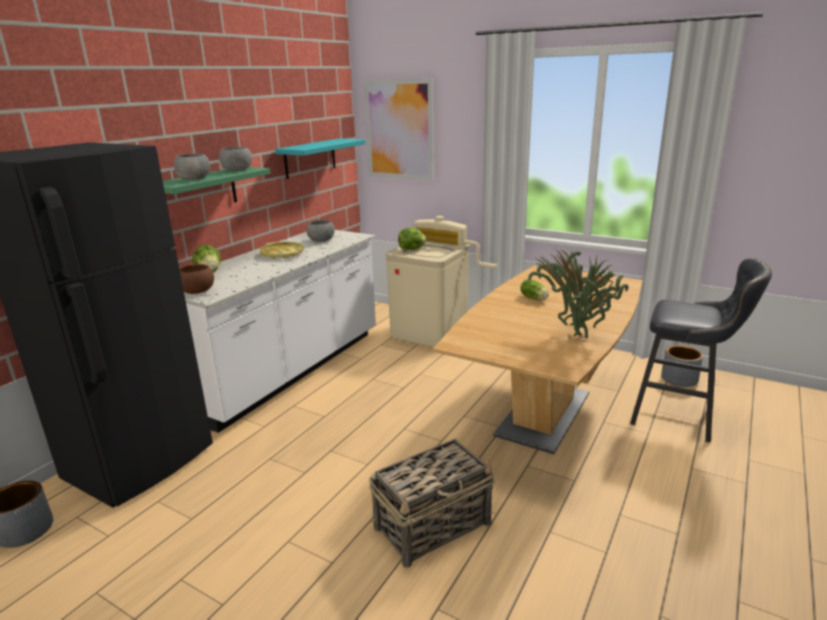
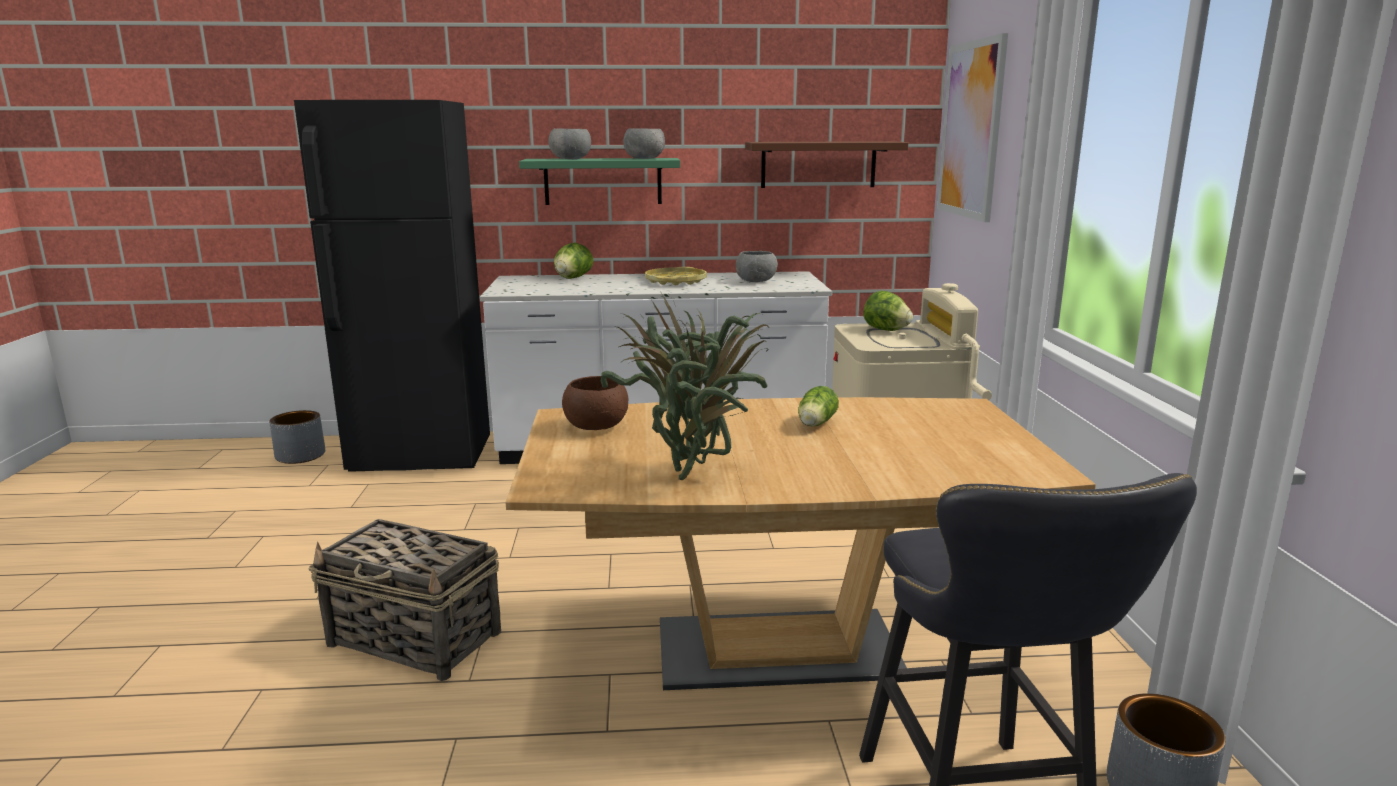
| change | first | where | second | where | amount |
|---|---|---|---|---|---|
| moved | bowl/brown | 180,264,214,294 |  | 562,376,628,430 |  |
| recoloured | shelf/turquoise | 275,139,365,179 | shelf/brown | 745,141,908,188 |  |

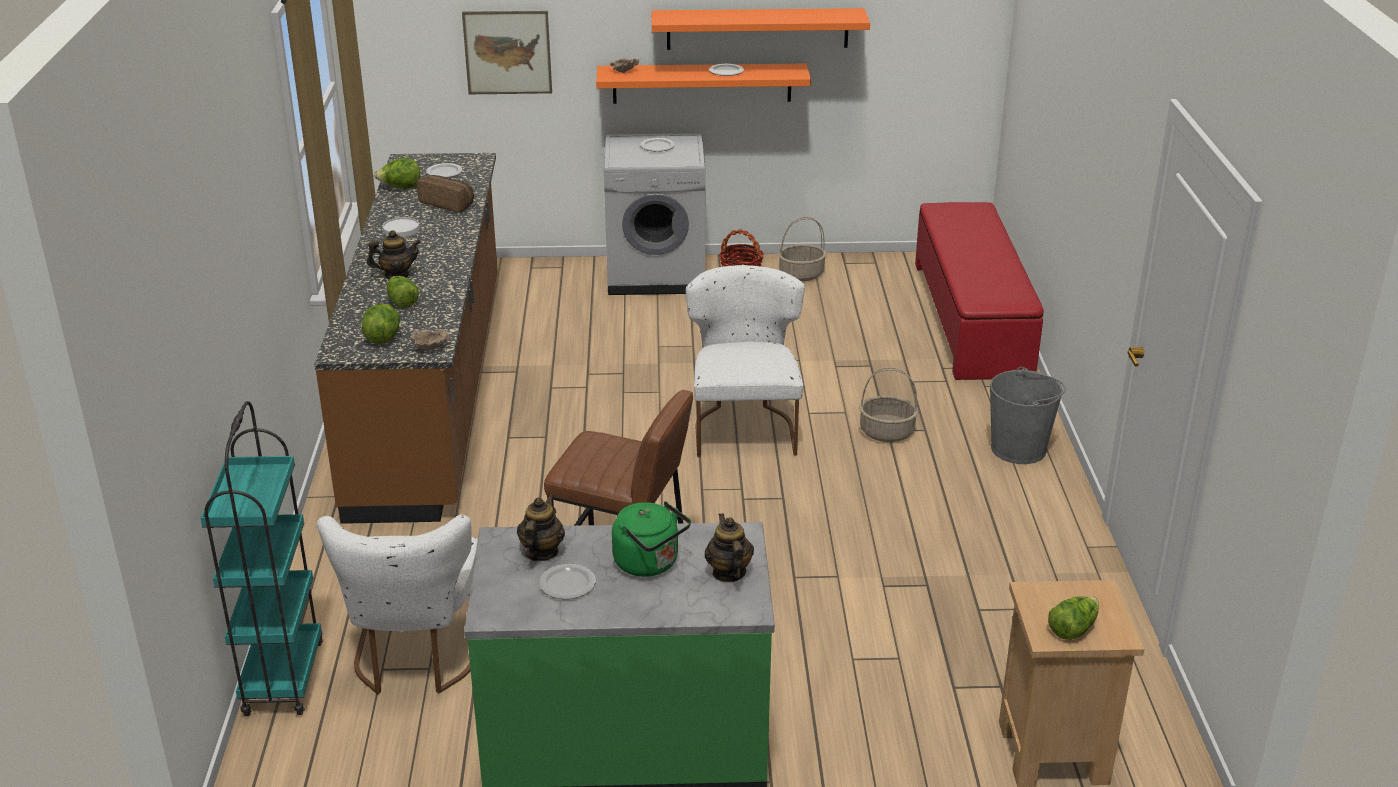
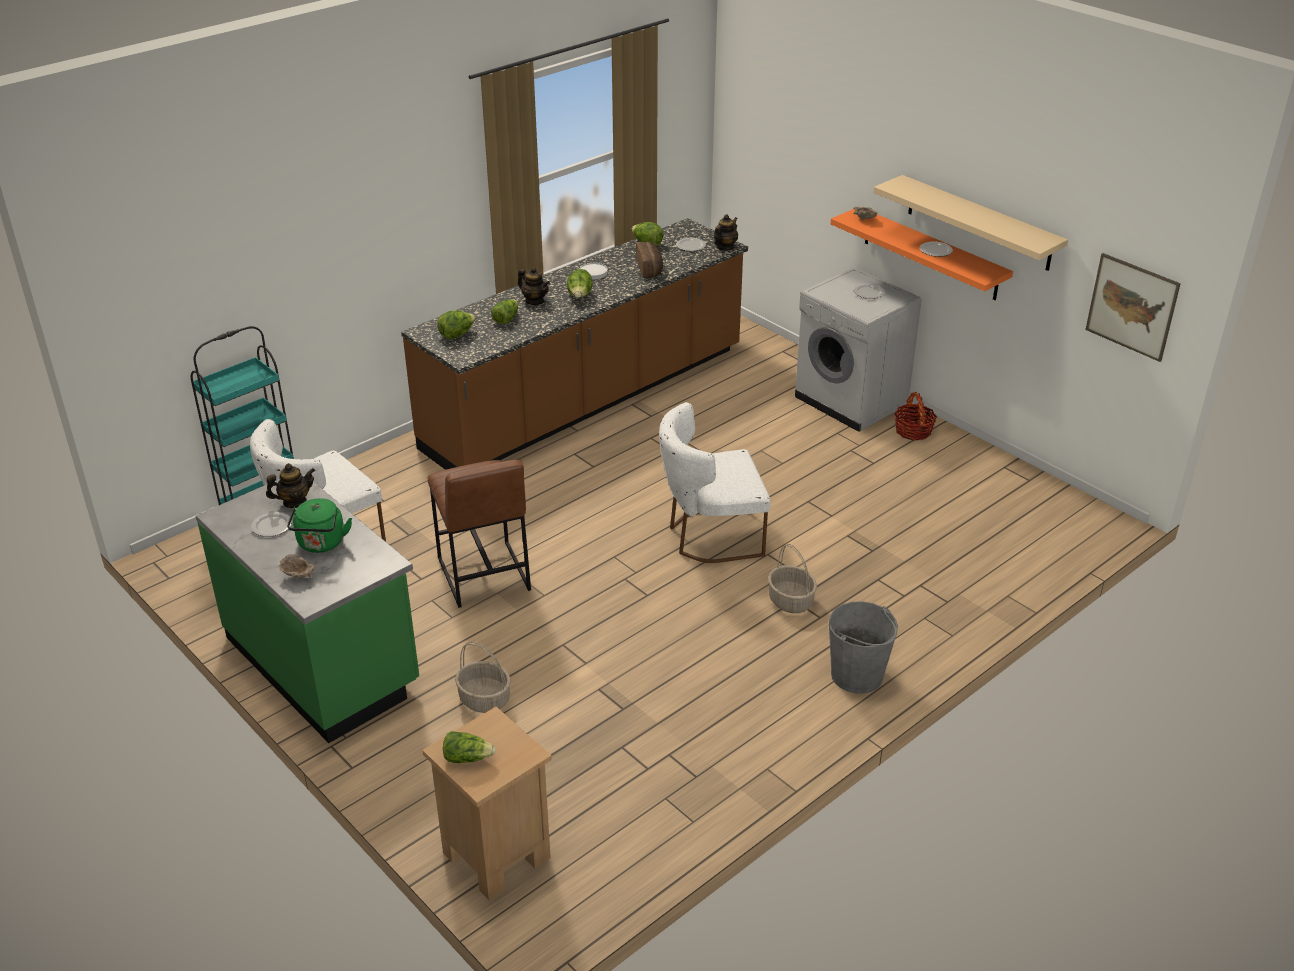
| change | first | where | second | where | amount |
|---|---|---|---|---|---|
| moved | bowl/beige | 410,329,450,350 |  | 279,554,315,579 |  |
| moved | basket | 778,217,826,281 |  | 455,642,511,713 |  |
| added |  |  | lettuce | 567,269,592,298 |  |
| turned | chair/white | 686,265,805,457 |  | 659,402,770,563 | 150 degrees counterclockwise |
| moved | teapot | 705,513,754,583 |  | 714,214,738,251 |  |
| recoloured | shelf/orange | 652,8,870,50 | shelf/beige | 873,175,1068,271 |  |
| moved | picture | 462,11,552,94 |  | 1085,253,1181,362 |  |
| removed | bench/red | 915,202,1044,380 |  |  |  |

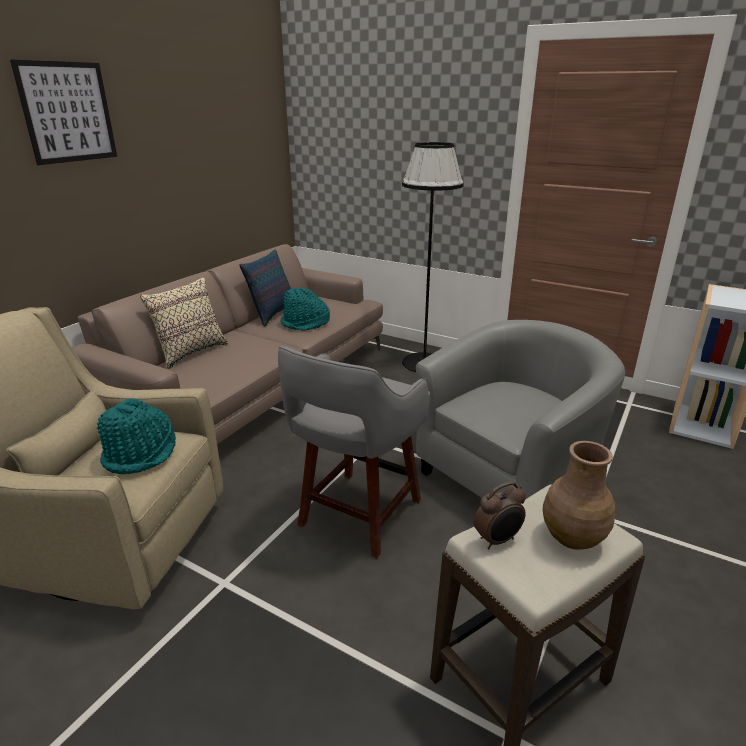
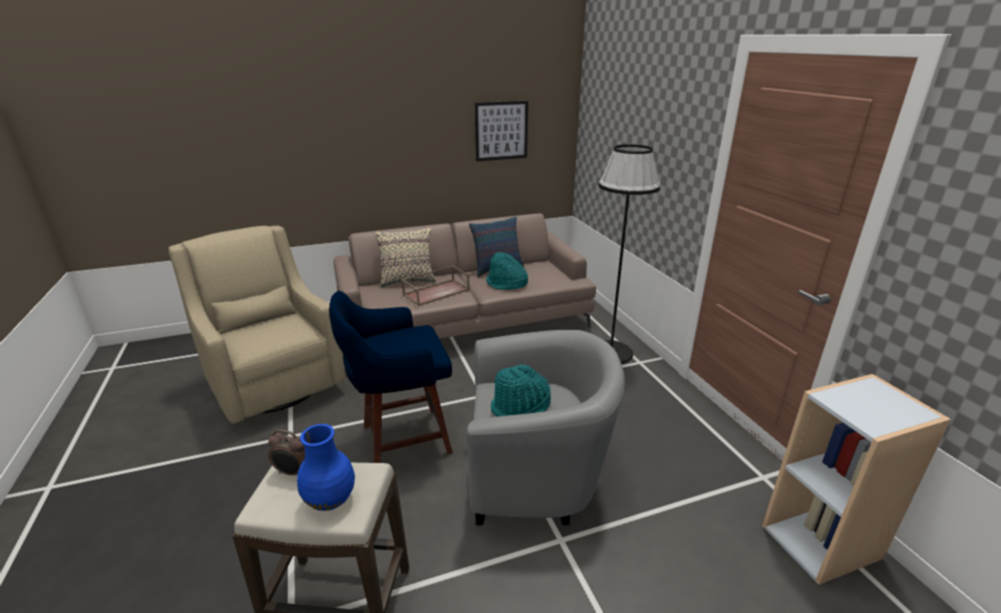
| change | first | where | second | where | amount |
|---|---|---|---|---|---|
| recoloured | vase/brown | 543,441,615,550 | vase/blue | 297,424,355,511 |  |
| recoloured | stool/grey | 278,346,430,558 | stool/blue | 329,291,453,463 |  |
| added |  |  | tray/brown | 401,265,470,306 |  |
| moved | picture | 10,60,117,165 |  | 475,101,528,161 |  |
| moved | hat/turquoise | 97,398,176,474 |  | 491,364,551,417 |  |

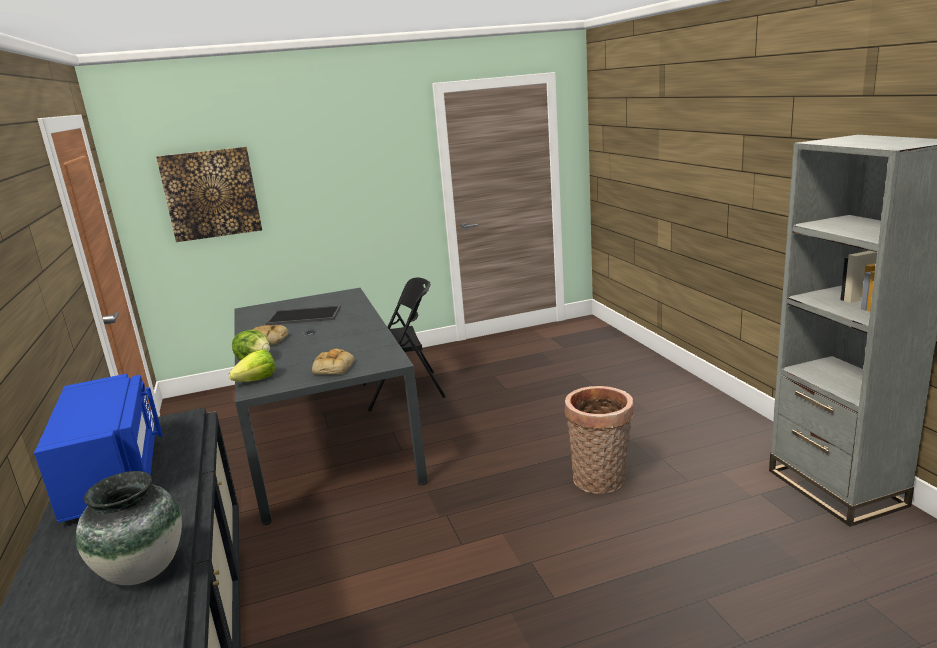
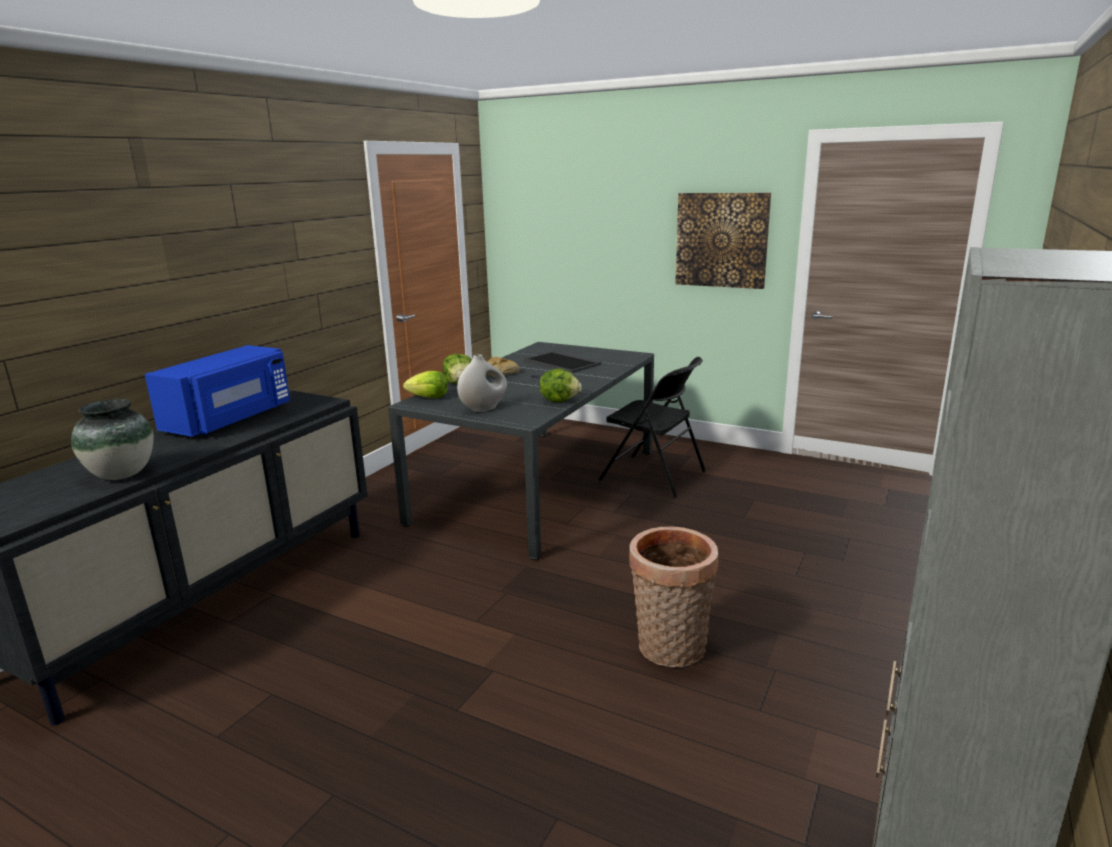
| change | first | where | second | where | amount |
|---|---|---|---|---|---|
| replaced | bread | 312,349,355,375 | vase/white | 457,355,507,412 |  |
| added |  |  | lettuce | 539,369,582,402 |  |
| moved | picture | 156,147,262,242 |  | 675,193,771,289 |  |

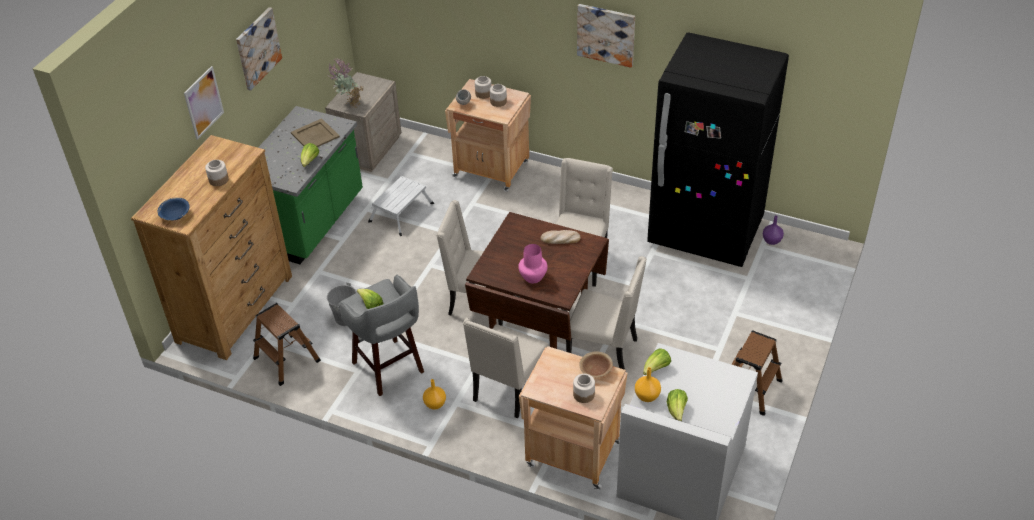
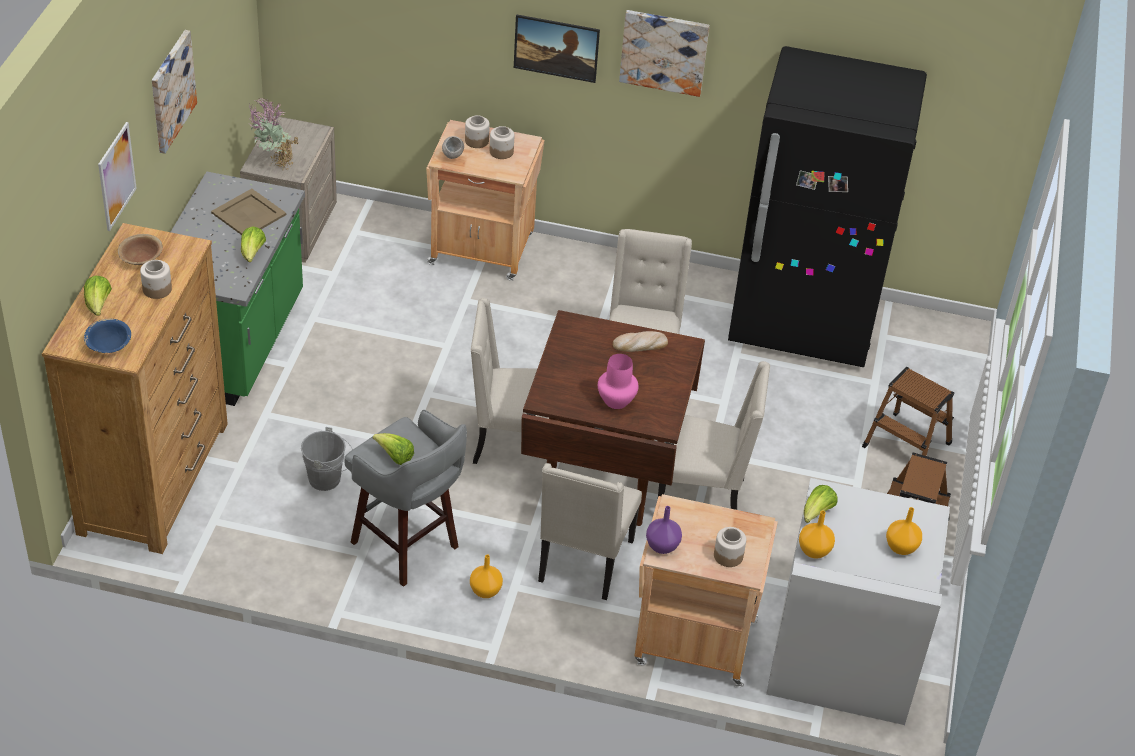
| change | first | where | second | where | amount |
|---|---|---|---|---|---|
| moved | lettuce | 667,389,688,421 |  | 84,276,112,316 |  |
| moved | bowl/brown | 580,351,613,378 |  | 118,234,163,265 |  |
| added |  |  | picture | 514,14,600,83 |  |
| moved | vase/purple | 763,216,784,245 |  | 646,506,682,554 |  |
| moved | step ladder/brown | 253,303,321,386 |  | 862,367,955,456 |  |
| added |  |  | vase/orange | 886,507,922,555 |  |
| removed | step ladder/white | 368,176,434,236 |  |  |  |

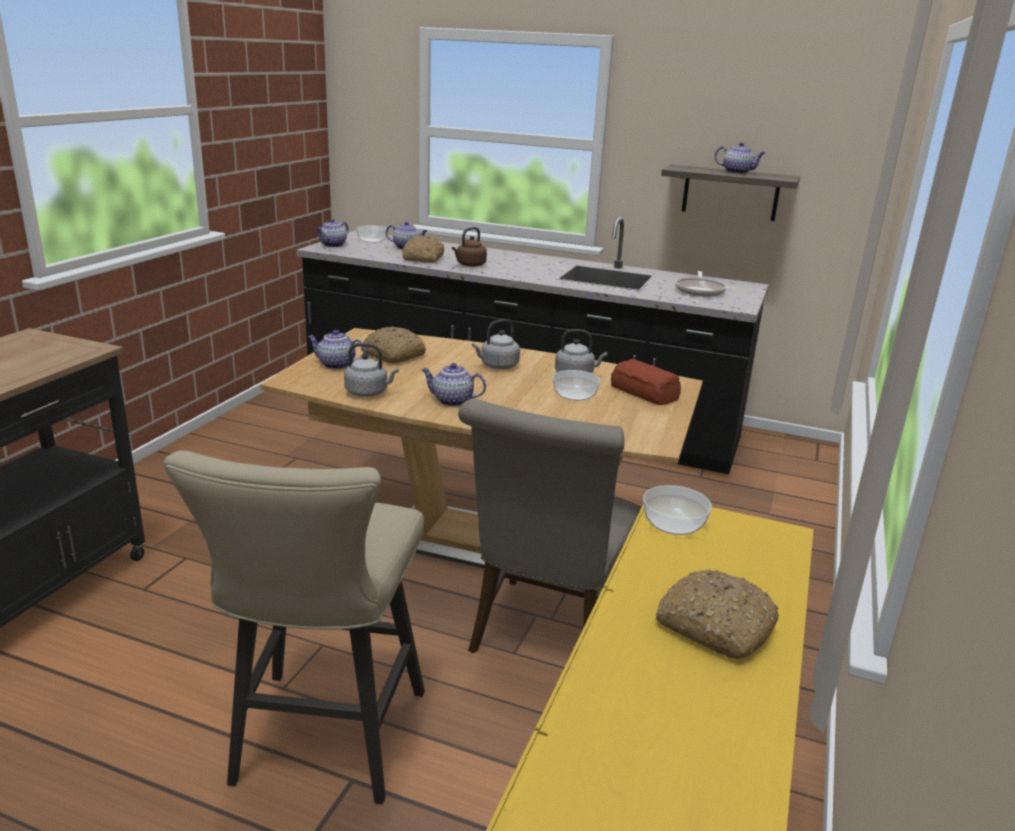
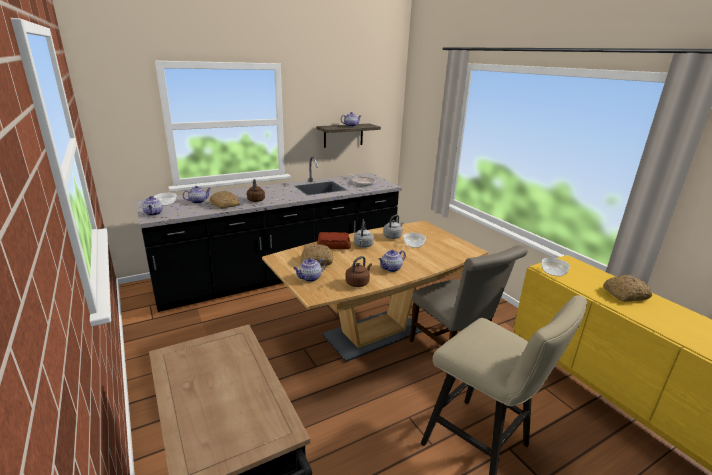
| change | first | where | second | where | amount |
|---|---|---|---|---|---|
| moved | bread | 611,359,681,405 |  | 317,232,351,249 |  |
| recoloured | kettle/grey | 344,343,399,397 | kettle/brown | 345,256,372,287 |  |

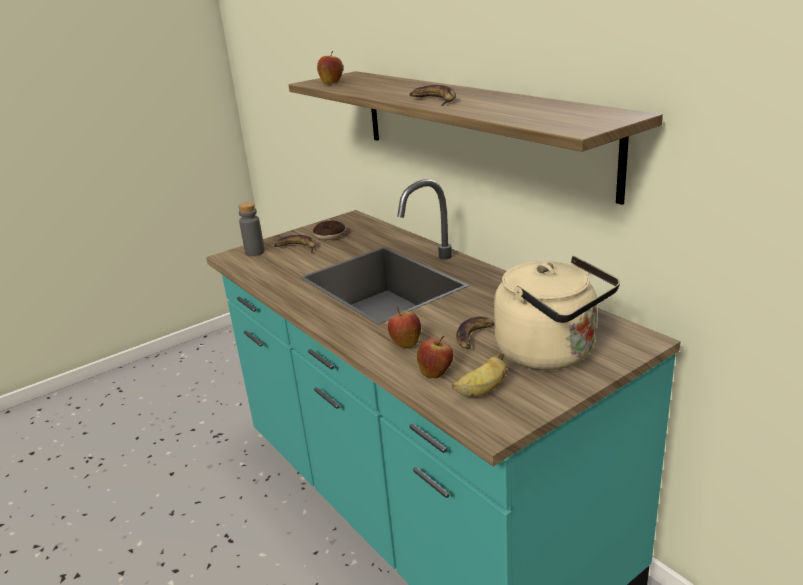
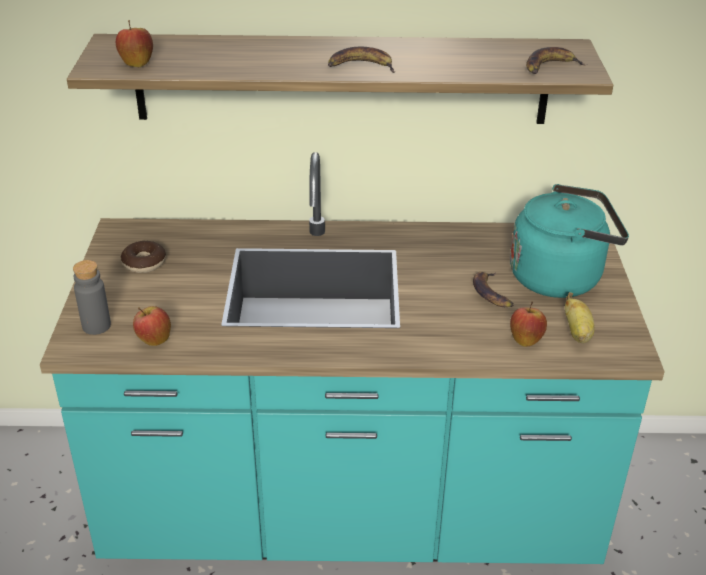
| change | first | where | second | where | amount |
|---|---|---|---|---|---|
| moved | apple | 388,307,421,348 |  | 133,306,171,346 |  |
| recoloured | kettle/beige | 494,256,620,370 | kettle/turquoise | 510,184,629,298 |  |
| moved | banana | 274,235,316,253 |  | 526,47,587,74 |  |

